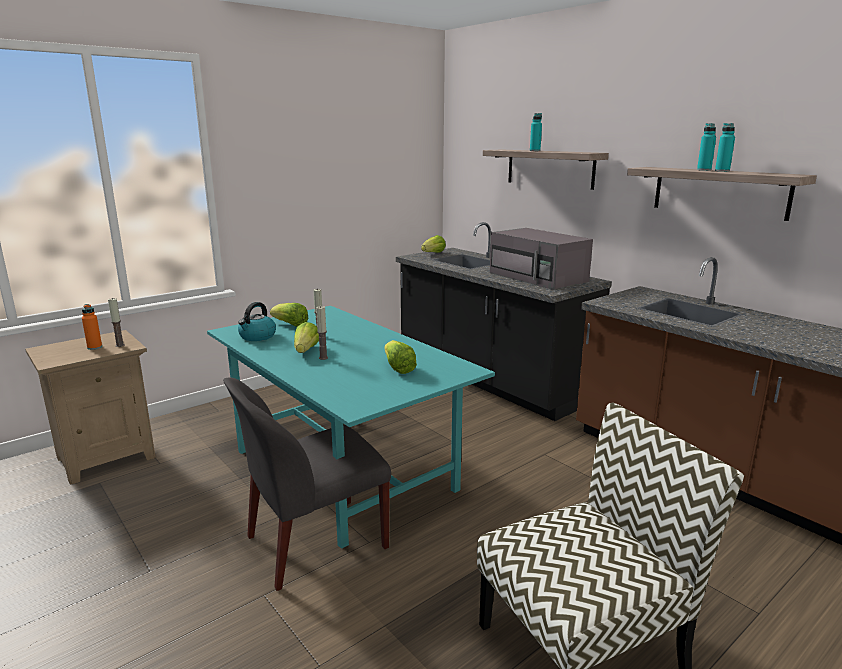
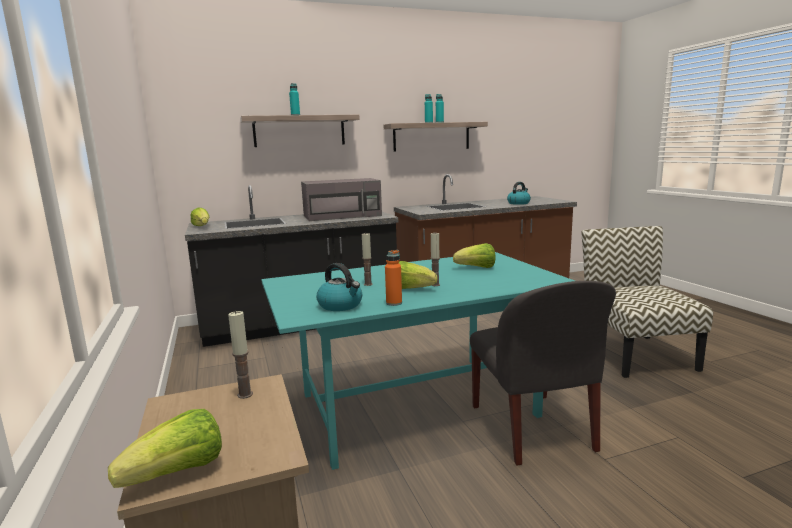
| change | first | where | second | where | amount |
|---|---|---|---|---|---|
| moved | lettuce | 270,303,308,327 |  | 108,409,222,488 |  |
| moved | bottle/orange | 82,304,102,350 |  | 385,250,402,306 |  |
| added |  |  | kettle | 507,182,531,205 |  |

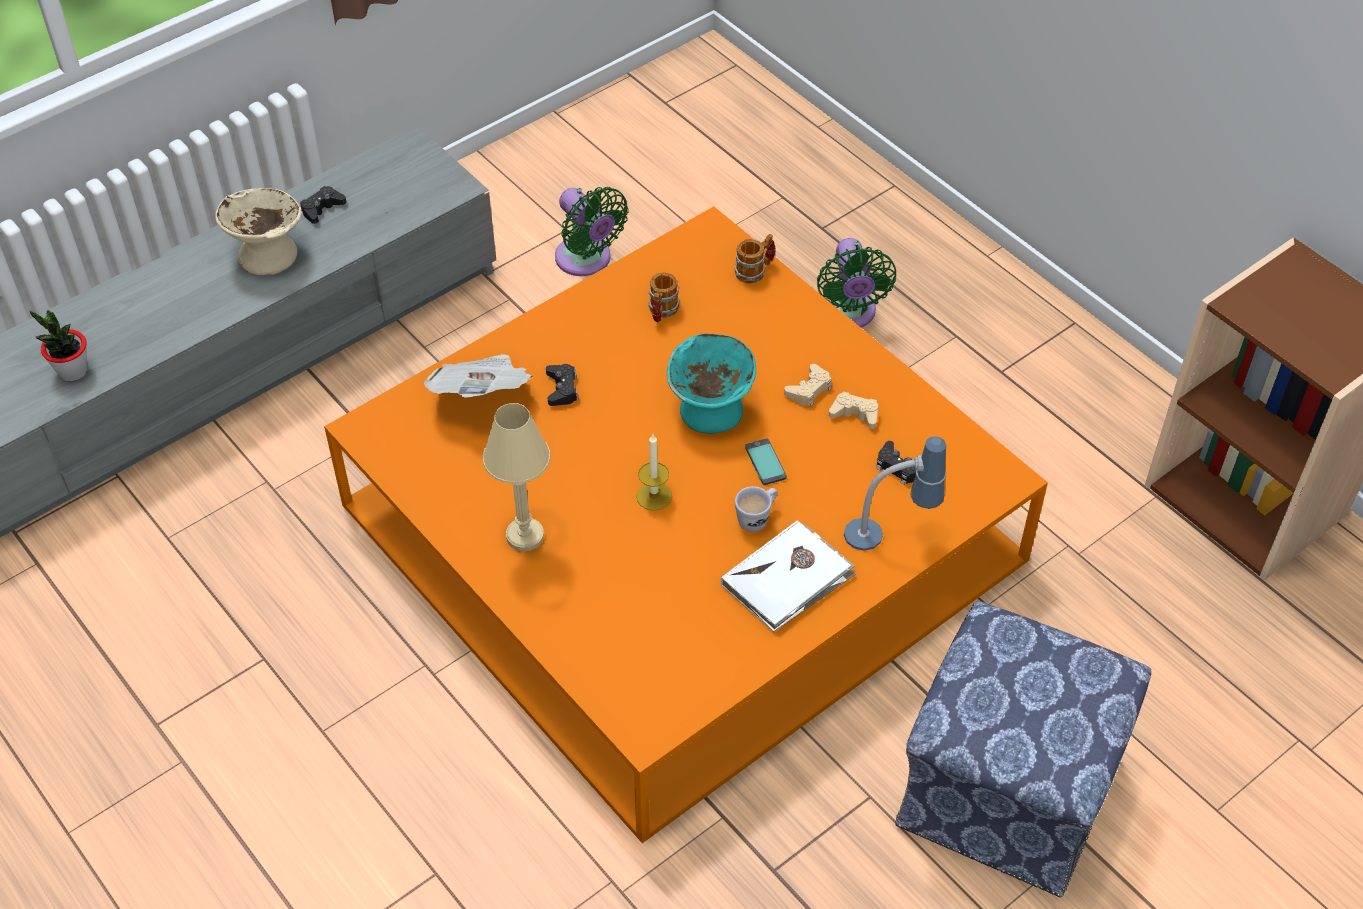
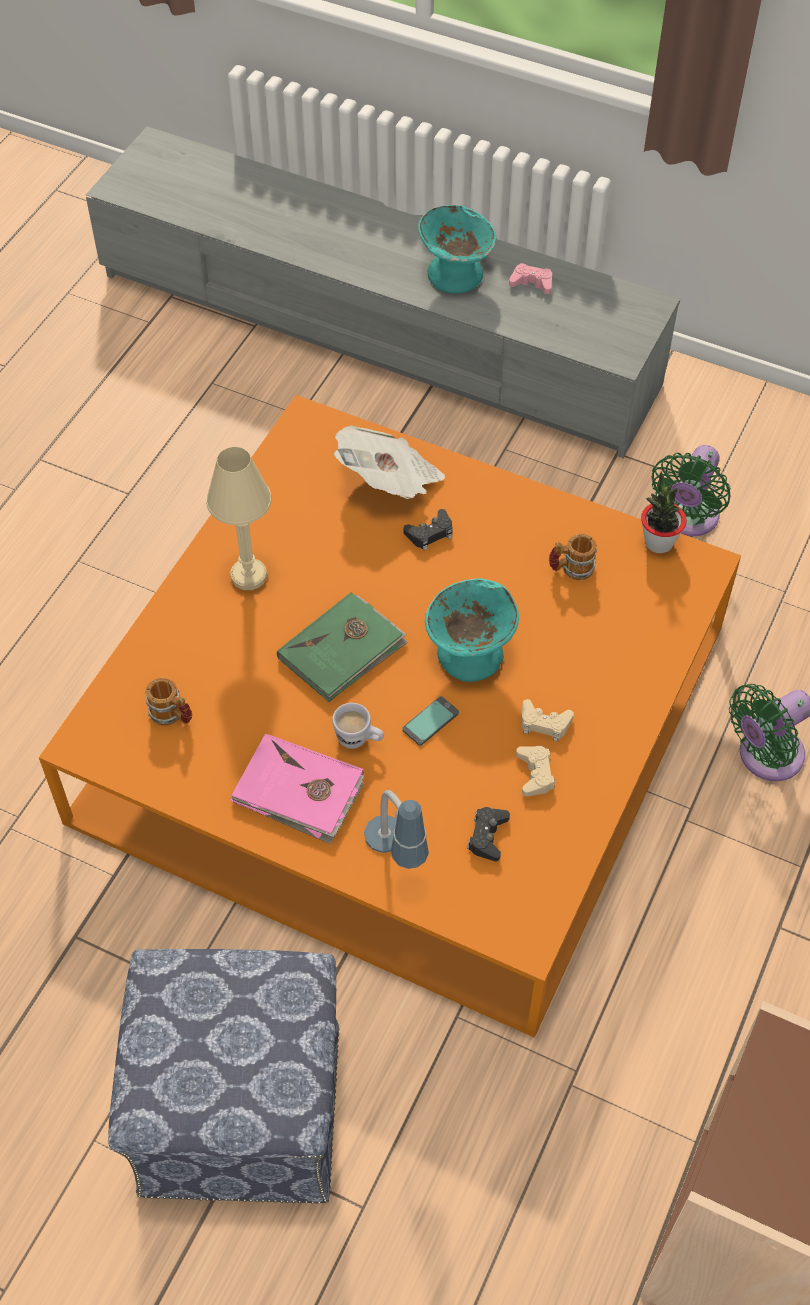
| change | first | where | second | where | amount |
|---|---|---|---|---|---|
| moved | mug | 735,234,775,283 |  | 145,678,192,726 |  |
| recoloured | book/white | 720,520,856,632 | book/pink | 230,733,364,844 |  |
| replaced | candle | 636,434,672,511 | book/green | 277,592,408,702 |  |
| recoloured | bowl/beige | 216,188,302,275 | bowl/turquoise | 418,205,496,294 |  |
| recoloured | game controller/black | 300,186,346,224 | game controller/pink | 509,263,552,294 |  |
| moved | potted plant | 30,310,87,381 |  | 641,471,687,553 |  |

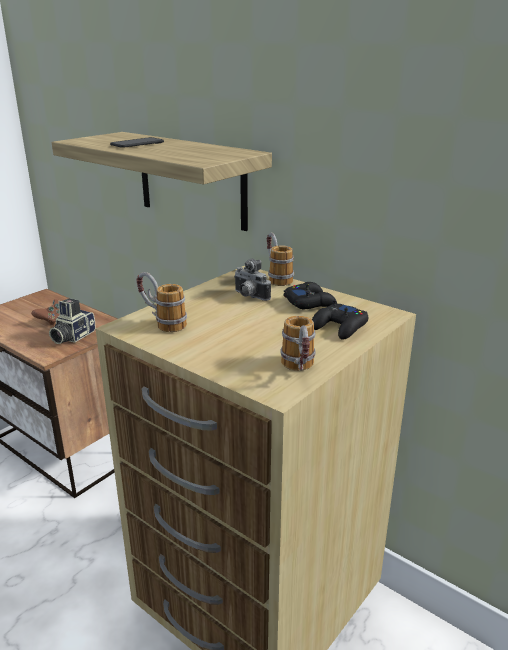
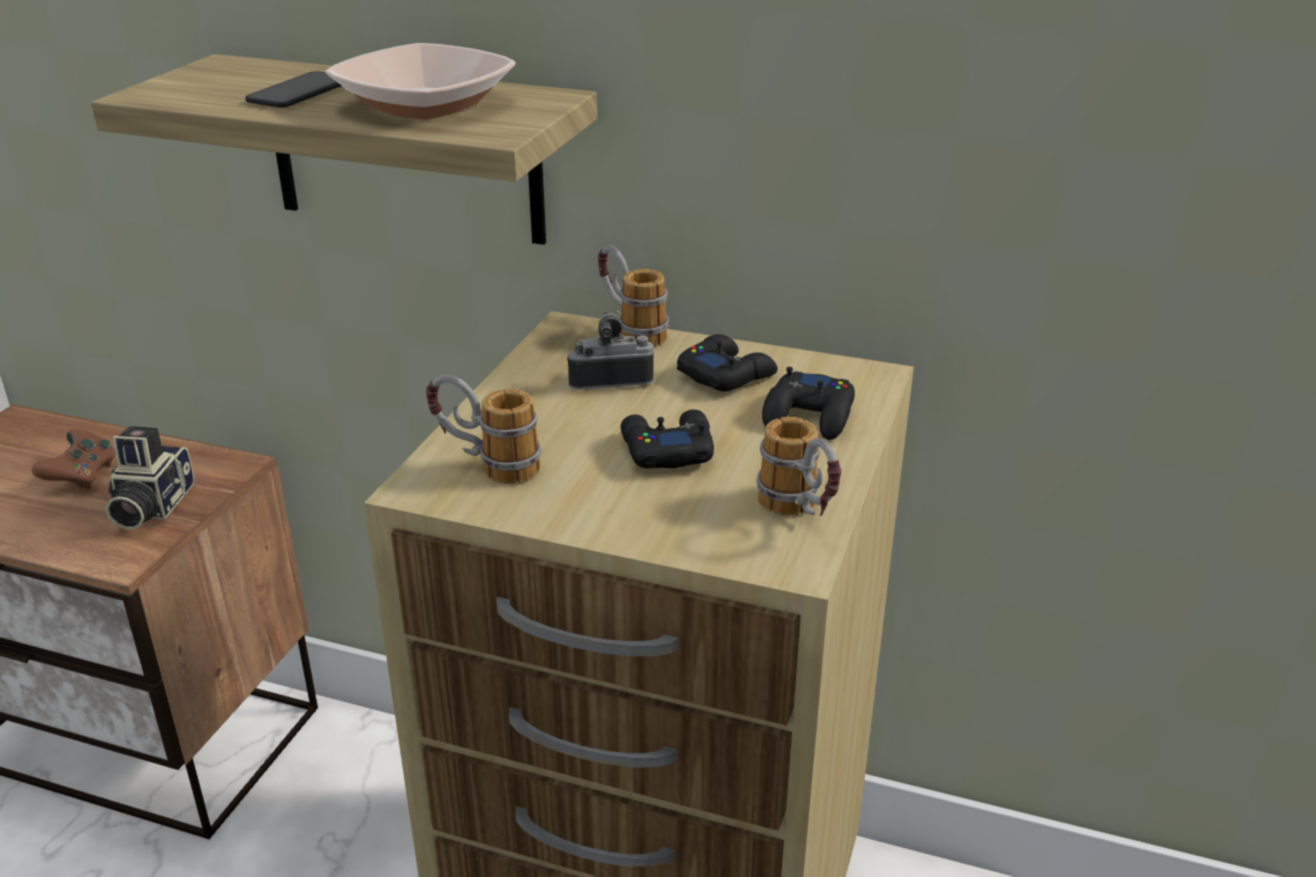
| change | first | where | second | where | amount |
|---|---|---|---|---|---|
| added |  |  | bowl | 325,43,516,119 |  |
| turned | photo camera | 234,259,271,301 |  | 566,311,654,390 | 150 degrees clockwise |
| added |  |  | game controller/black | 621,409,714,468 |  |

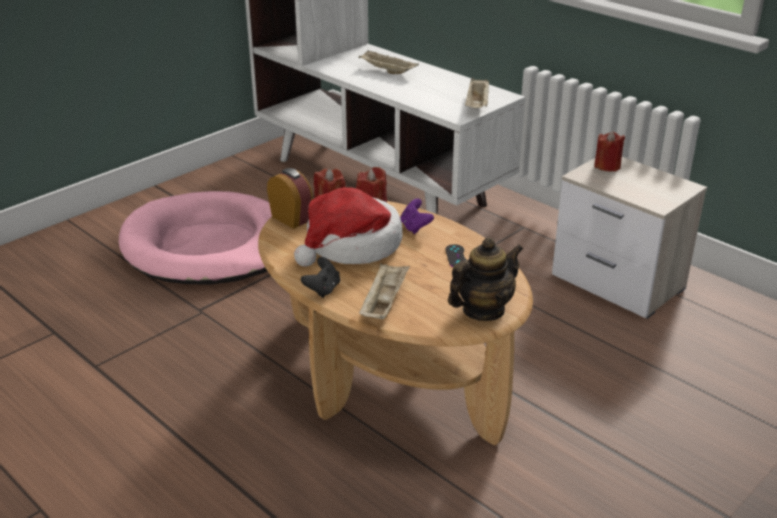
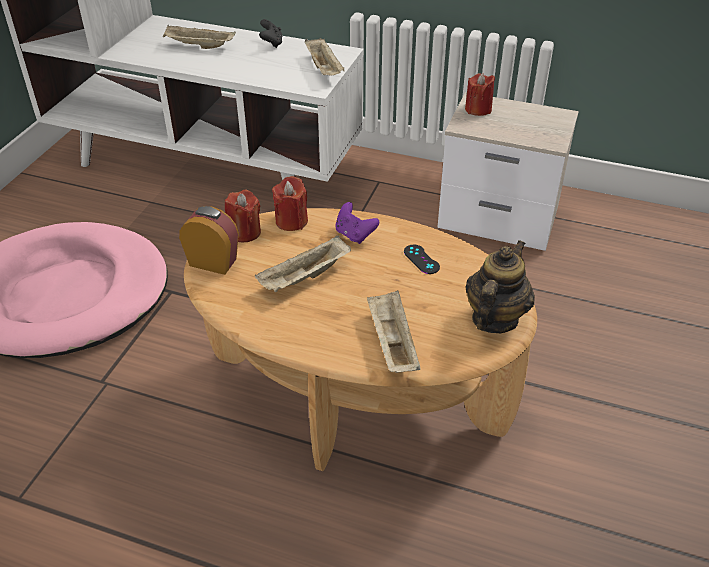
| change | first | where | second | where | amount |
|---|---|---|---|---|---|
| replaced | hat | 294,187,403,267 | tray/beige | 255,235,351,292 |  |
| moved | game controller/black | 301,257,340,298 |  | 259,19,282,48 |  |

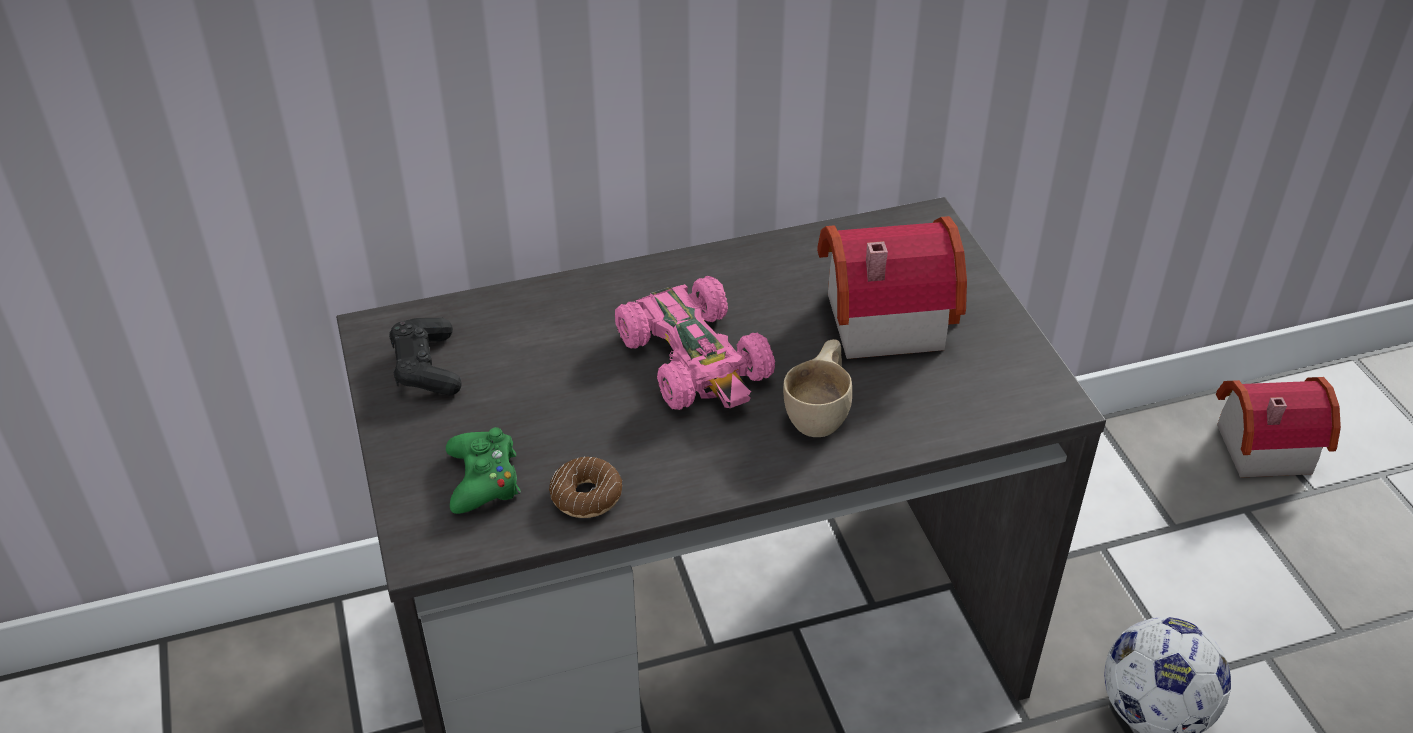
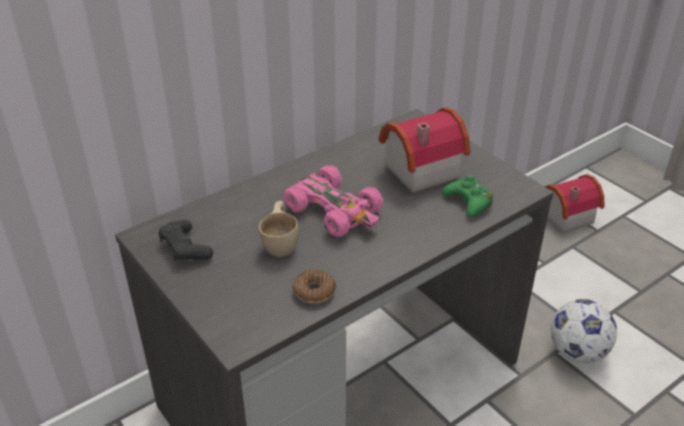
| change | first | where | second | where | amount |
|---|---|---|---|---|---|
| moved | cup/beige | 783,339,852,437 |  | 259,201,299,257 |  |
| moved | game controller/green | 446,427,521,514 |  | 442,175,493,217 |  |

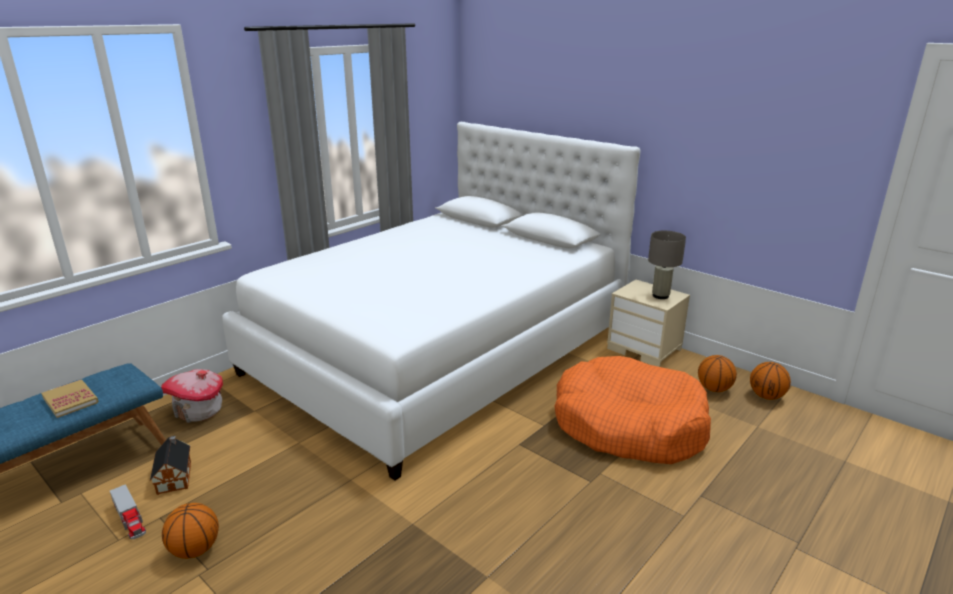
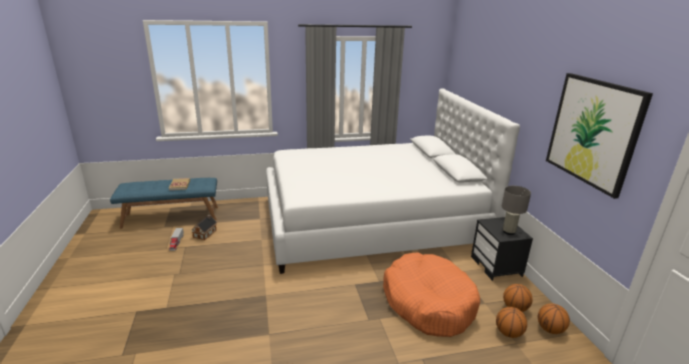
| change | first | where | second | where | amount |
|---|---|---|---|---|---|
| recoloured | nightstand/beige | 607,280,690,367 | nightstand/black | 471,217,533,281 |  |
| moved | basketball | 162,503,219,559 |  | 496,307,527,338 |  |
| added |  |  | picture | 546,73,653,199 |  |
| removed | toy house | 161,369,223,423 |  |  |  |

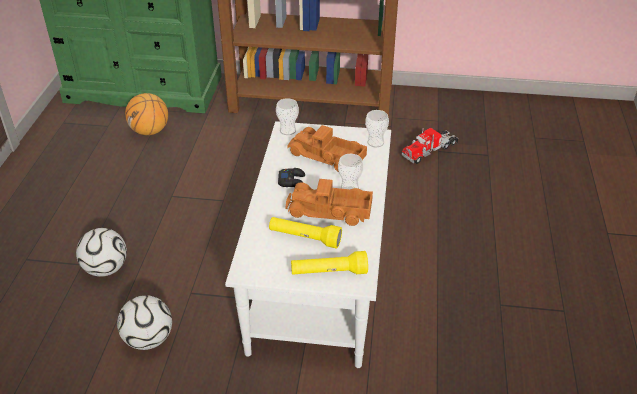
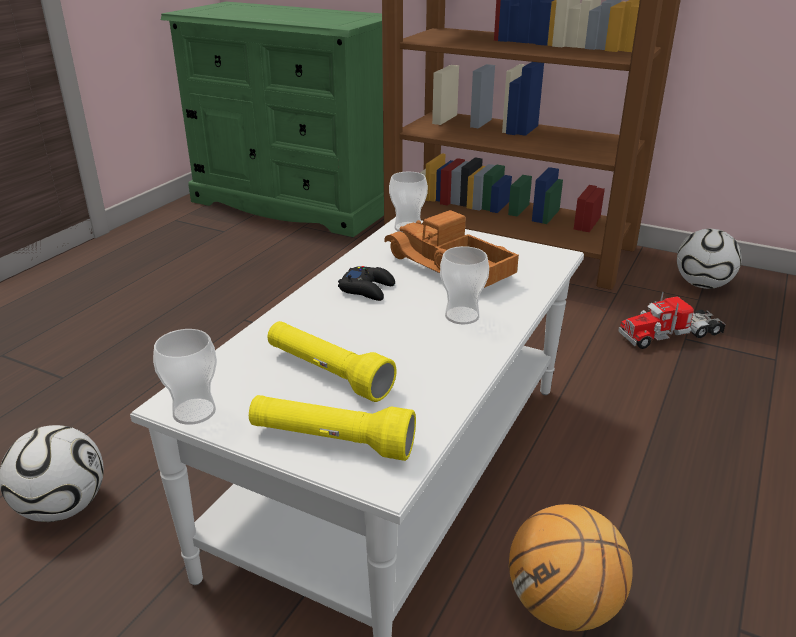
| change | first | where | second | where | amount |
|---|---|---|---|---|---|
| moved | cup | 365,110,389,147 |  | 153,329,217,425 |  |
| moved | basketball | 125,93,168,135 |  | 509,504,633,631 |  |
| moved | football | 76,228,127,277 |  | 677,229,742,289 |  |
| removed | toy truck | 285,179,373,226 |  |  |  |

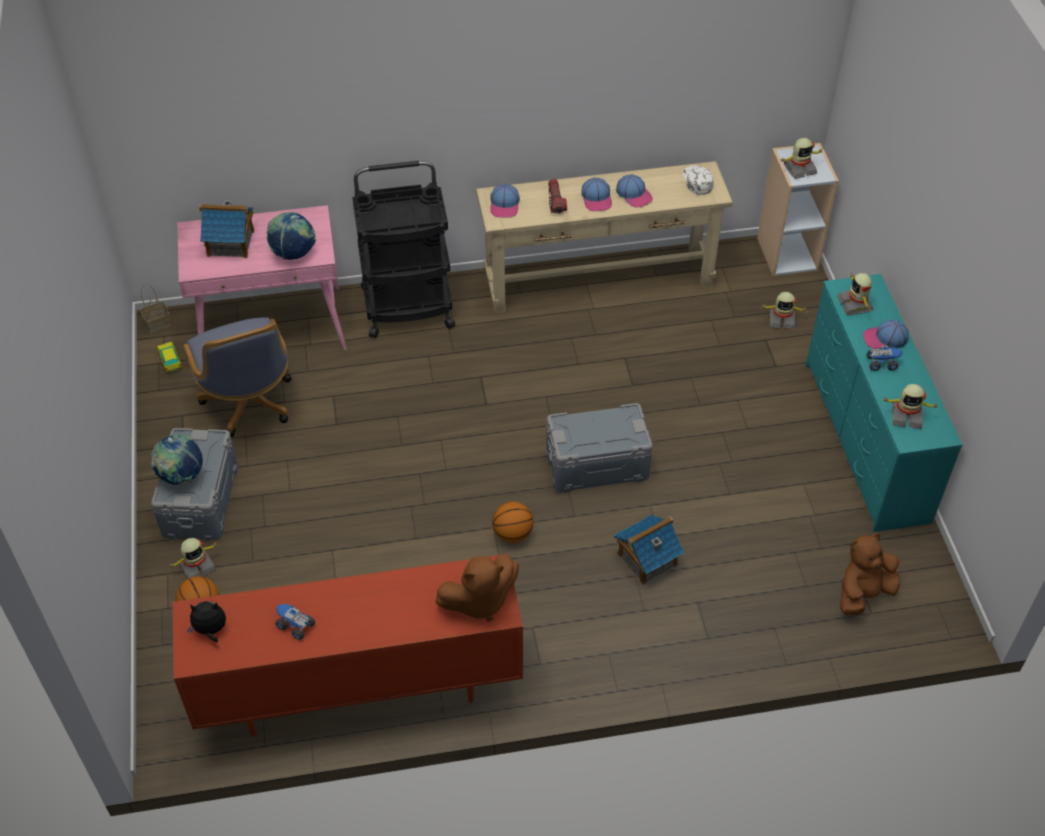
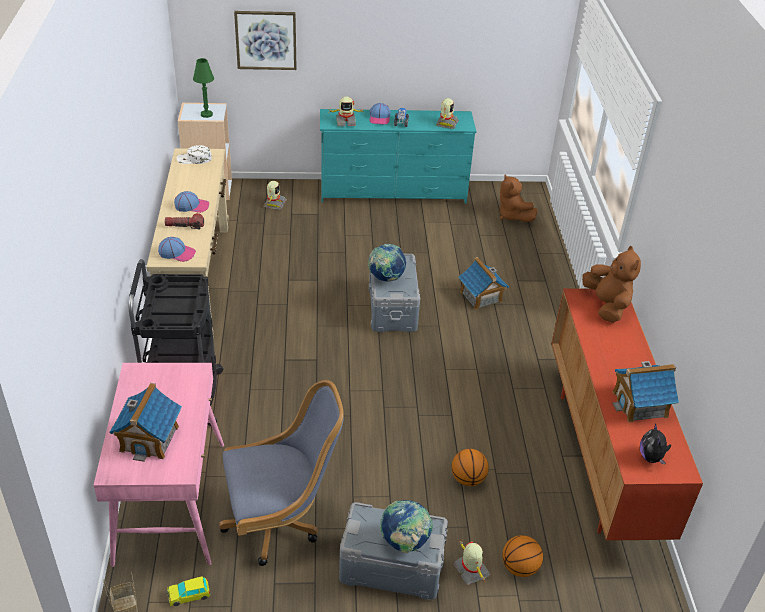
| change | first | where | second | where | amount |
|---|---|---|---|---|---|
| replaced | toy robot | 779,138,822,179 | table lamp/green | 193,58,214,118 |  |
| added |  |  | picture | 234,11,297,70 |  |
| moved | globe | 266,212,316,260 |  | 368,244,406,282 |  |
| moved | basketball | 492,501,533,543 |  | 452,449,489,486 |  |
| replaced | toy truck | 275,604,315,640 | toy house | 612,361,679,422 |  |
| removed | cap | 616,174,653,207 |  |  |  |

